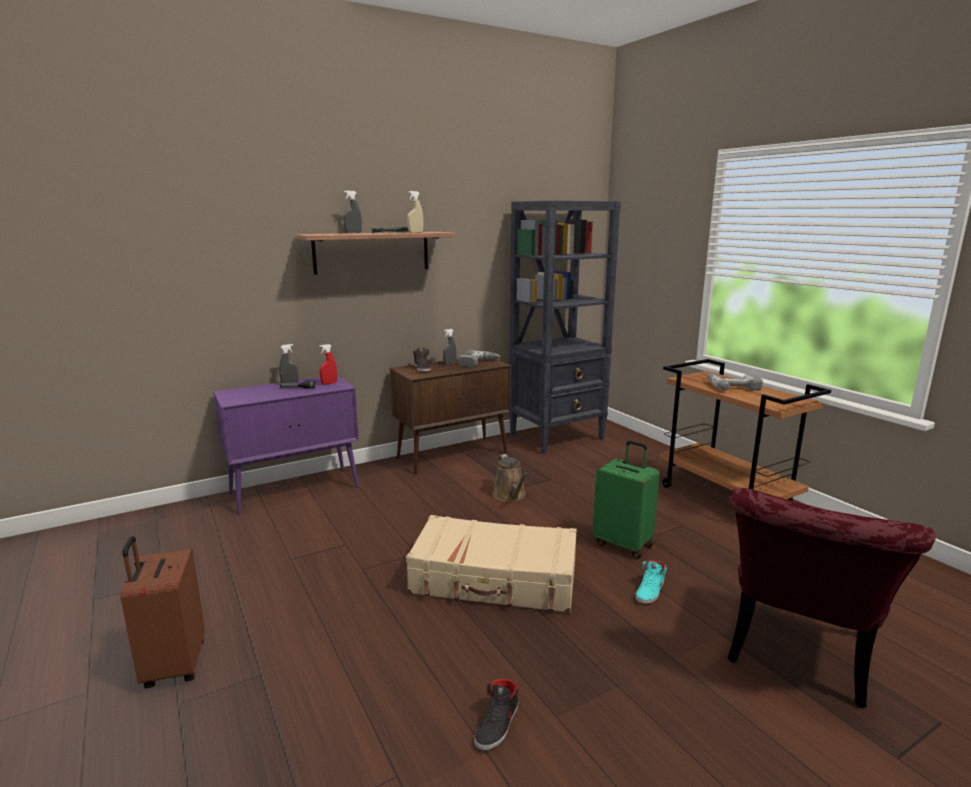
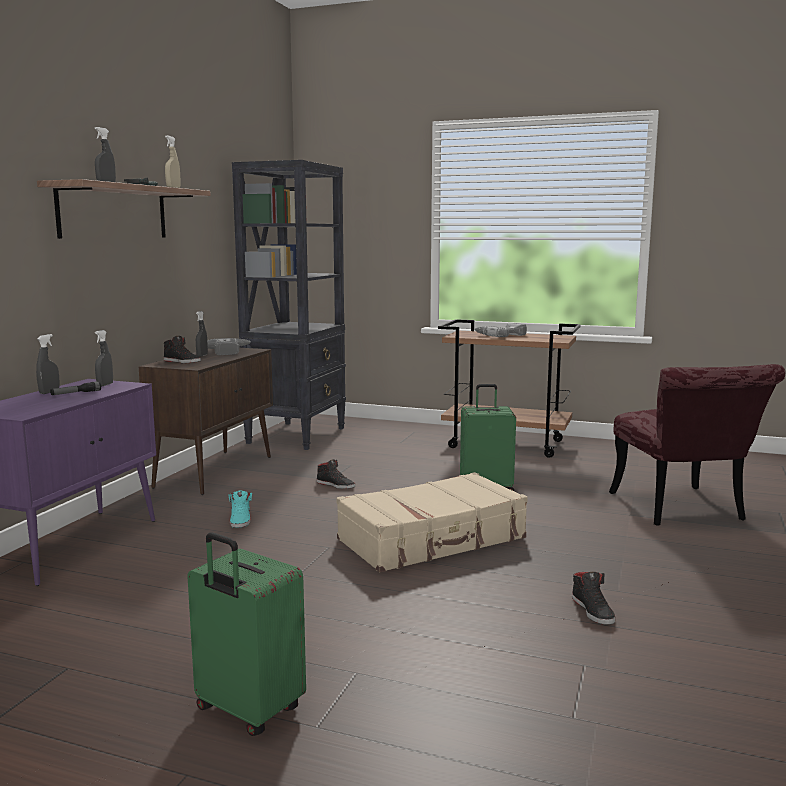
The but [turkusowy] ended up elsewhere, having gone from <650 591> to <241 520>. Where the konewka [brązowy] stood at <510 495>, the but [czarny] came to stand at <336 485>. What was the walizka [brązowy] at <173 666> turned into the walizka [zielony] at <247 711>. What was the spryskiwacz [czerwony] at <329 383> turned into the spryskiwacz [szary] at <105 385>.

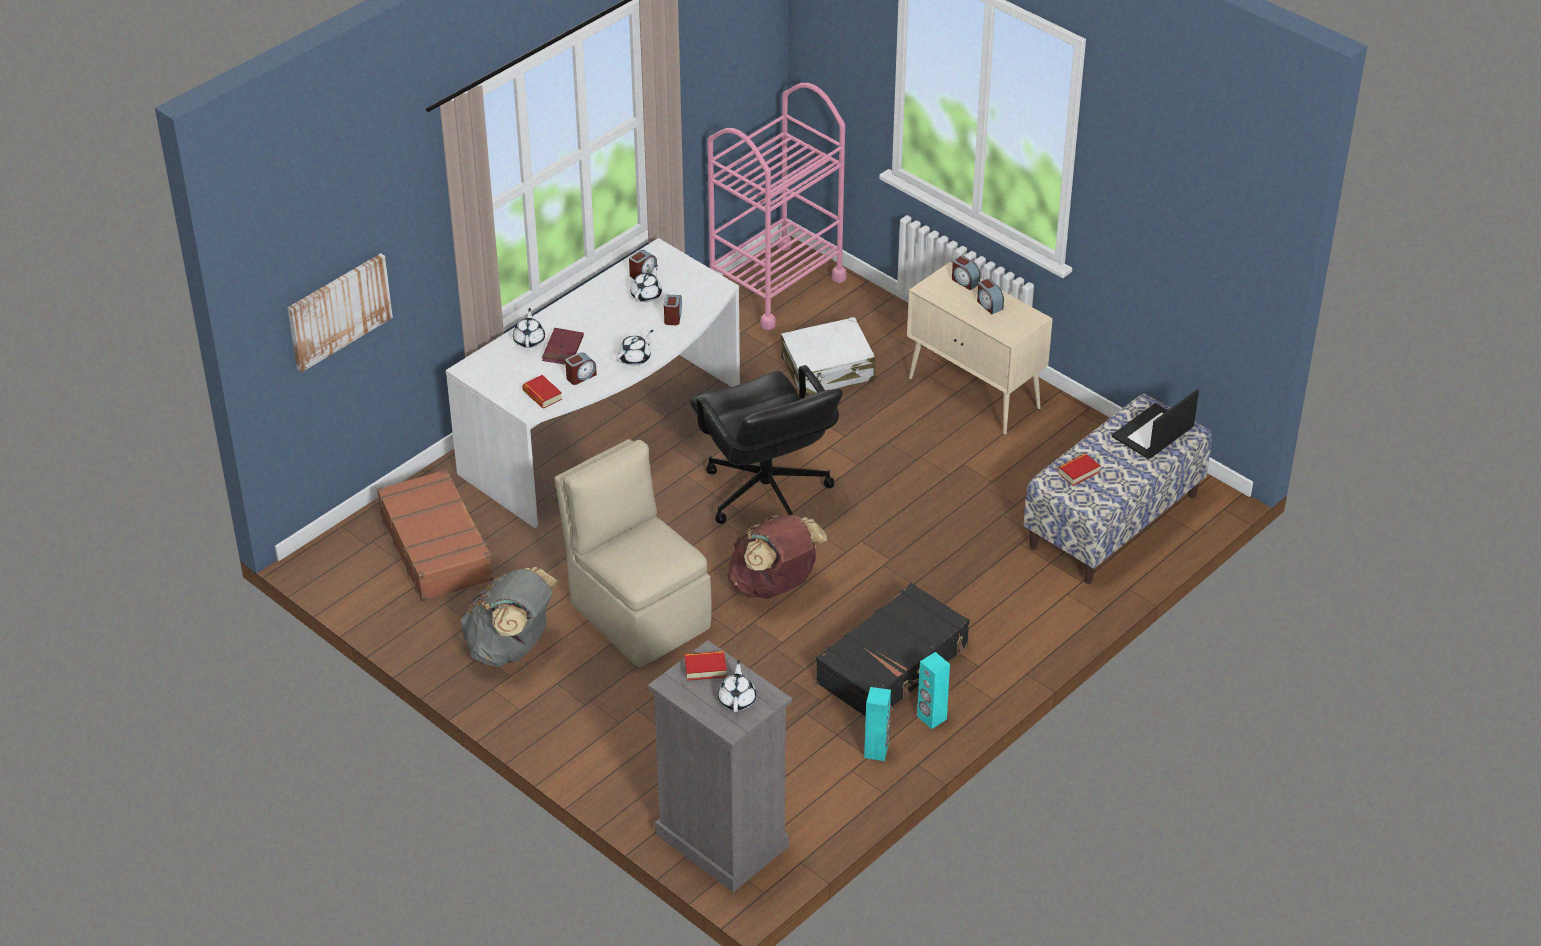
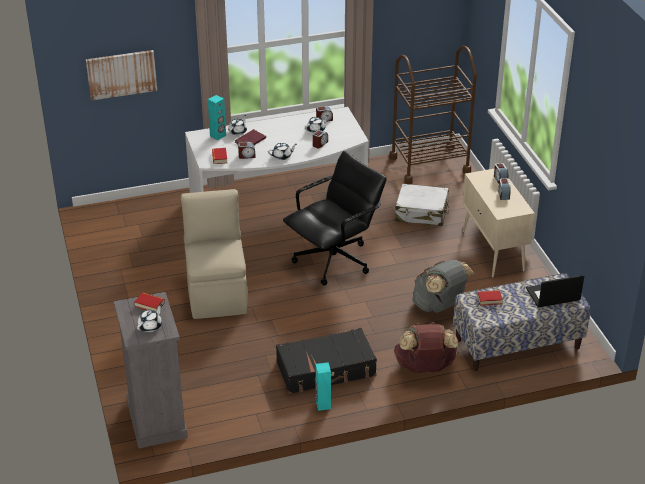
The second view lost the walizka [brązowy] at <437 547>. The plecak [szary] ended up elsewhere, having gone from <511 647> to <439 306>. The plecak [brązowy] ended up elsewhere, having gone from <774 586> to <424 367>. The głośnik [turkusowy] ended up elsewhere, having gone from <876 751> to <218 136>. What was the wózek [różowy] at <775 285> turned into the wózek [brązowy] at <429 164>. The krzesło biurowe [czarny] at <766 494> ended up facing another way, 135 degrees counterclockwise from before.

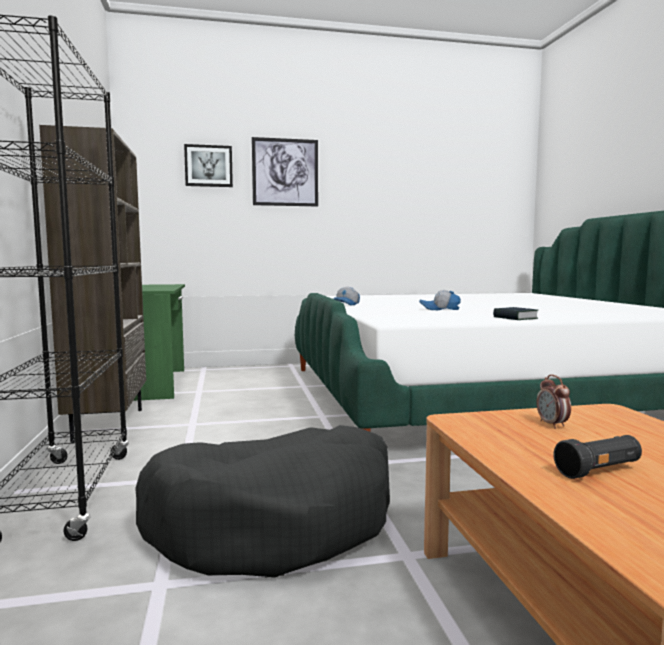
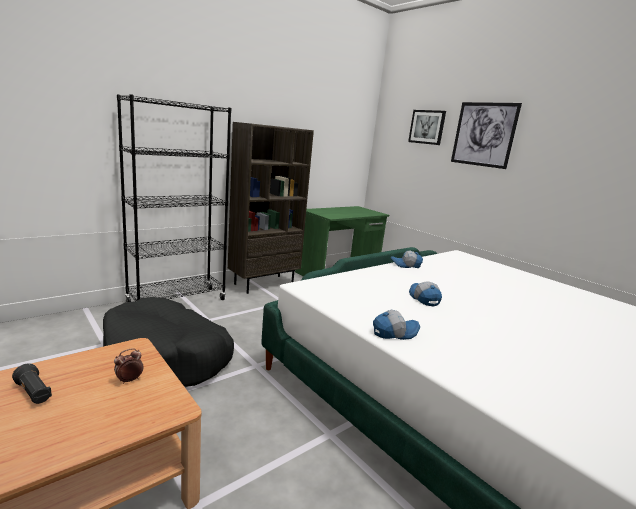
Where the książka stood at <515 318>, the czapka z daszkiem came to stand at <394 332>.

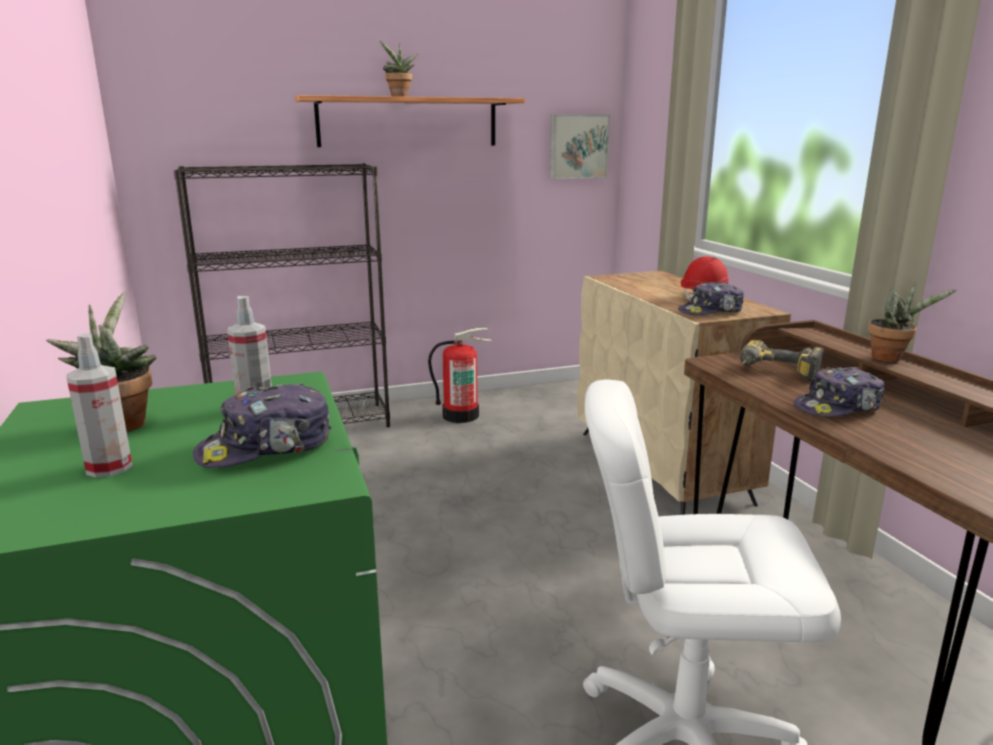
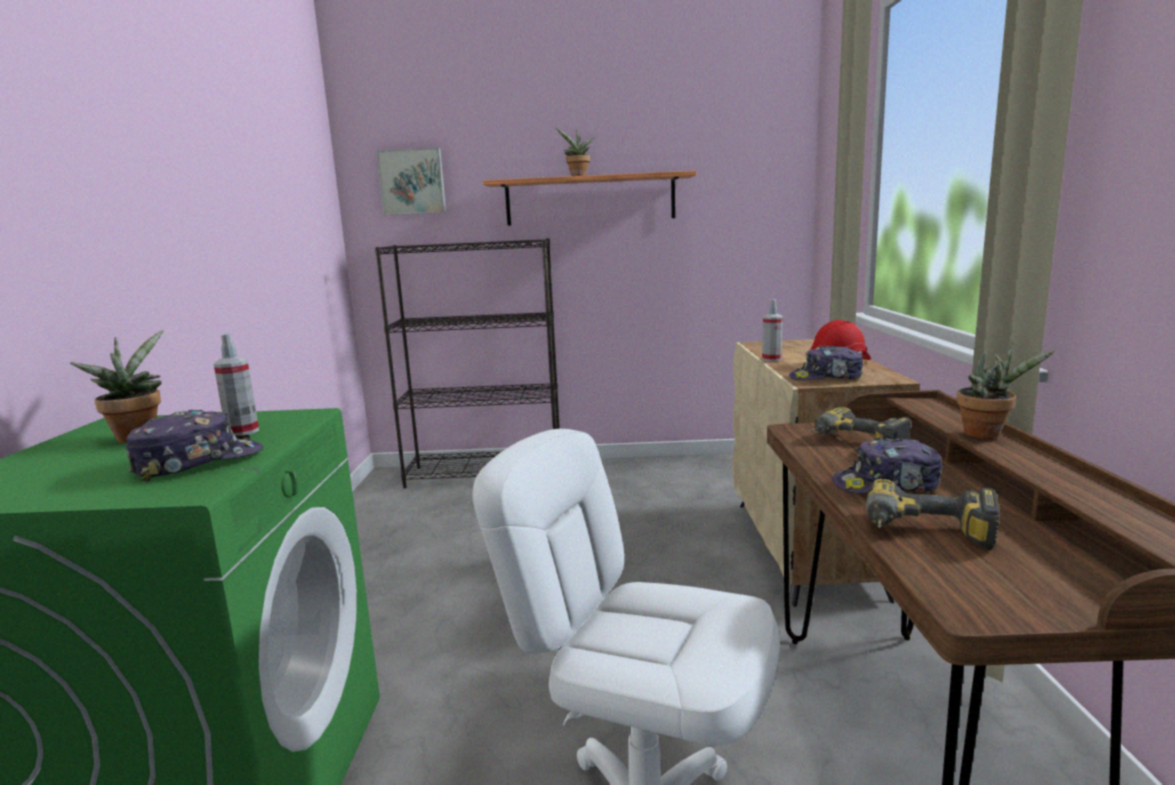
The second view lost the gaśnica at <460 415>. The second view gained the wiertarka at <926 535>. The spryskiwacz ended up elsewhere, having gone from <109 467> to <771 359>. The obraz ended up elsewhere, having gone from <578 146> to <412 182>. The czapka z daszkiem at <266 447> ended up facing another way, 150 degrees clockwise from before.

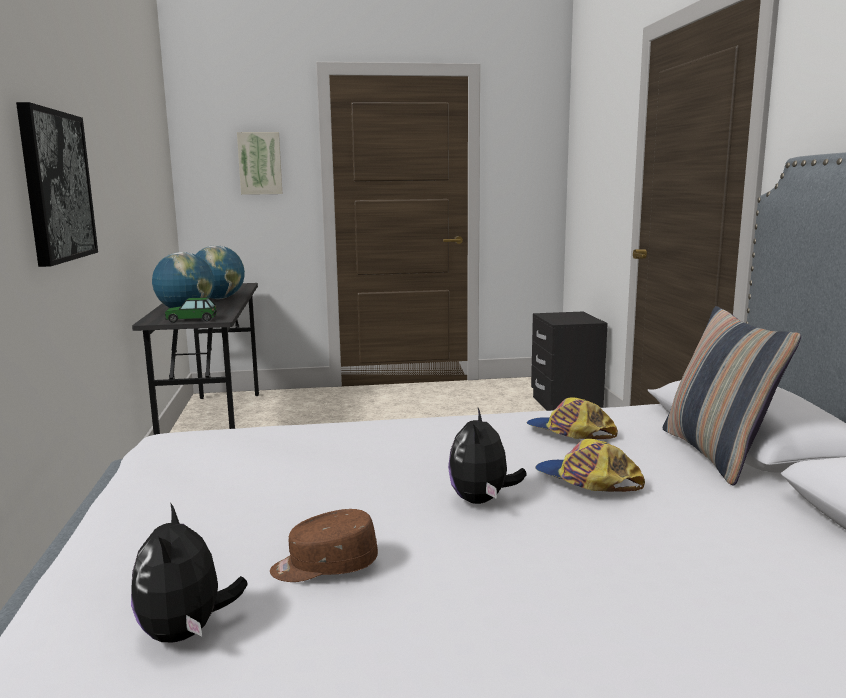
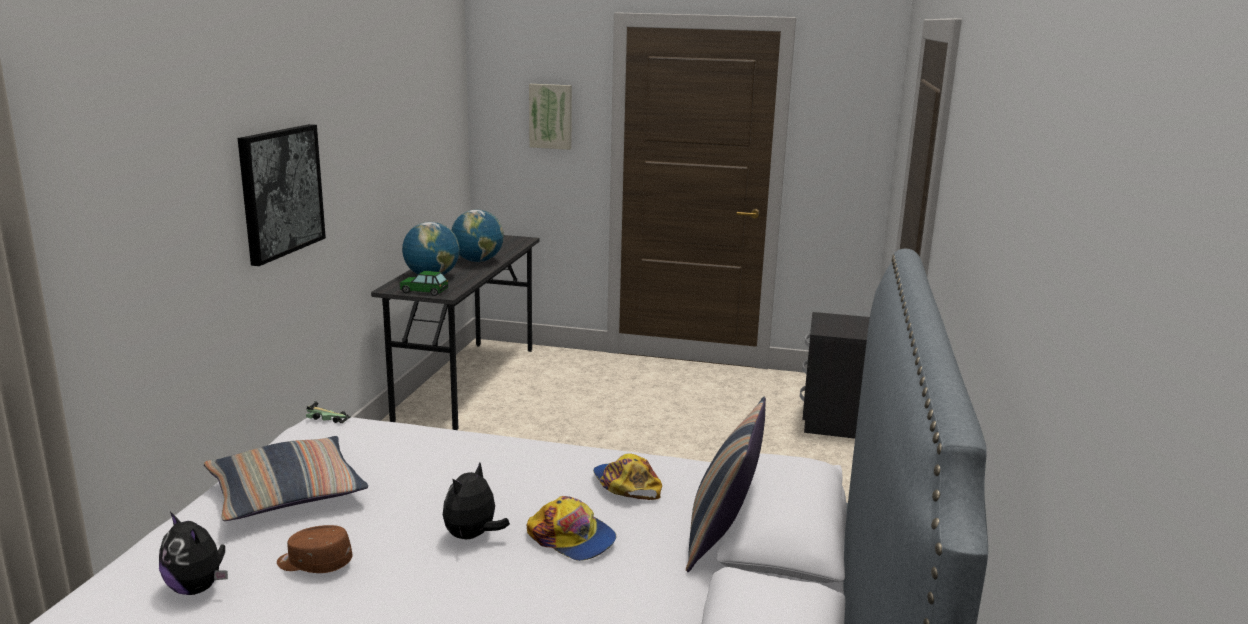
The second view gained the poduszka at <286 493>. The second view gained the samochodzik at <326 417>. The pluszak at <187 632> ended up facing another way, 60 degrees counterclockwise from before. The czapka z daszkiem at <586 481> ended up facing another way, 150 degrees clockwise from before.

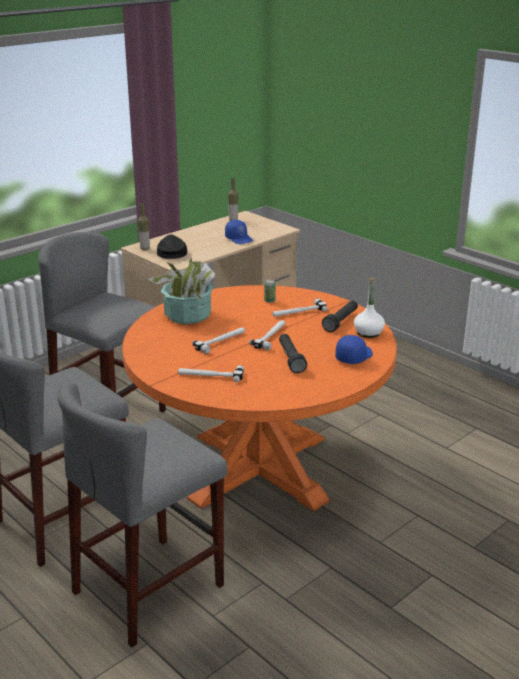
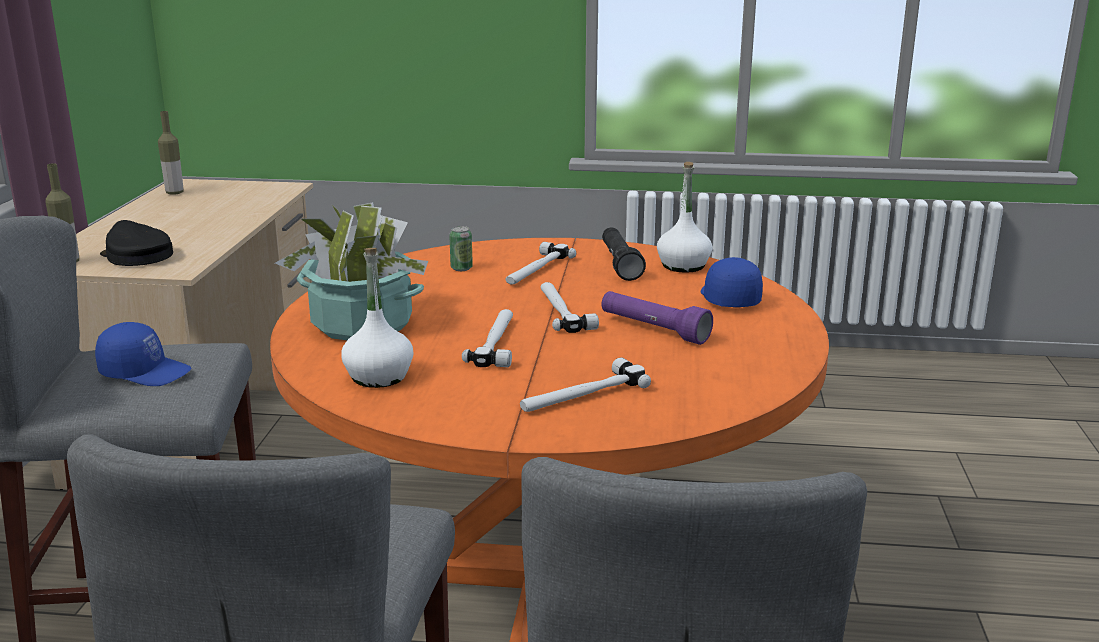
The second view gained the butelka [biały] at <378 376>. The czapka z daszkiem [niebieski] ended up elsewhere, having gone from <239 239> to <146 372>. What was the latarka [czarny] at <291 359> turned into the latarka [fioletowy] at <653 330>.

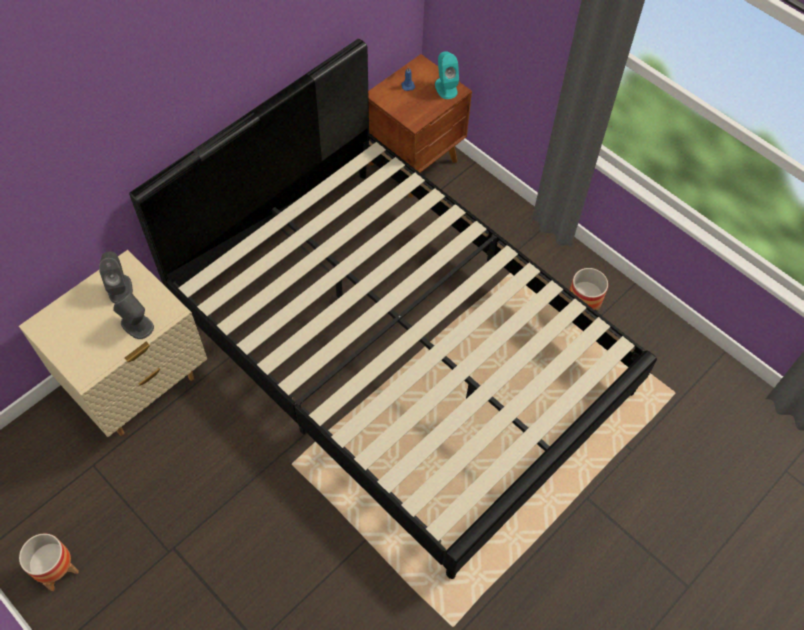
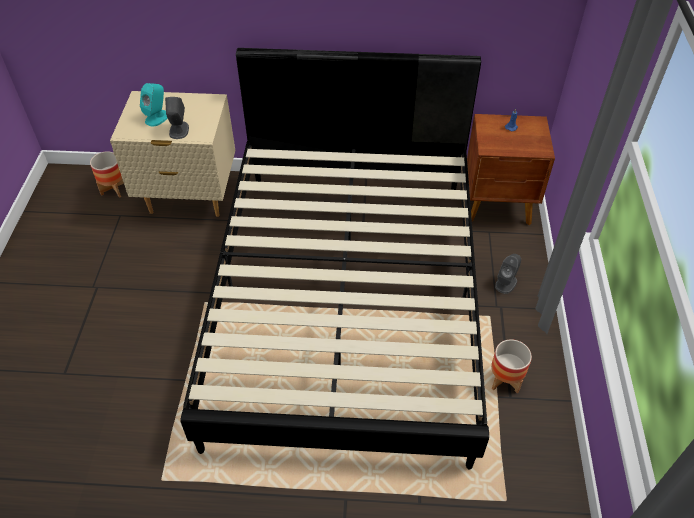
The donica ended up elsewhere, having gone from <58 570> to <114 189>. The głośnik [szary] ended up elsewhere, having gone from <120 288> to <506 283>. The głośnik [turkusowy] ended up elsewhere, having gone from <446 88> to <157 118>.

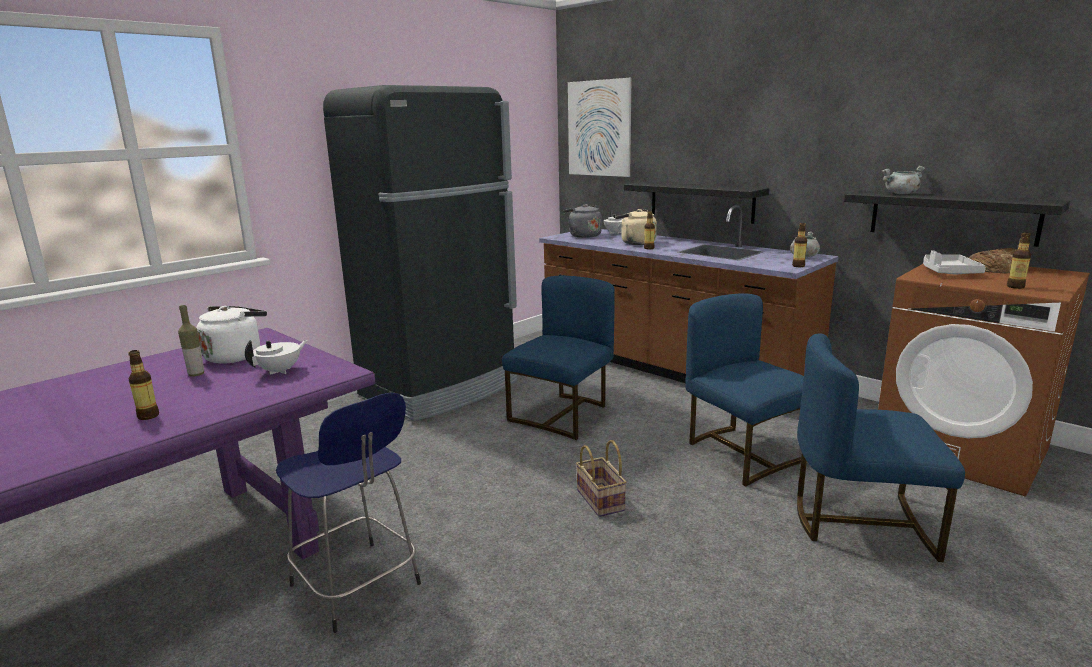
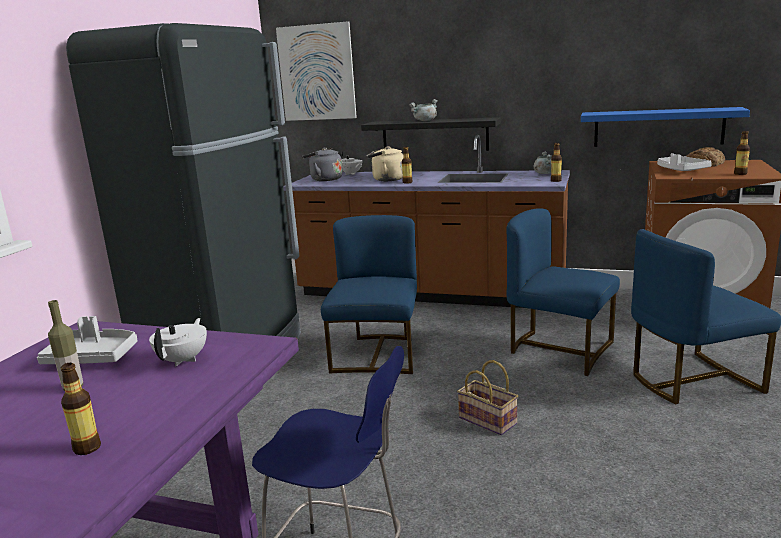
The garnek [szary] ended up elsewhere, having gone from <901 194> to <425 121>. Where the czajnik [biały] stood at <235 356>, the taca [szary] came to stand at <93 357>. What was the półka [czarny] at <952 217> turned into the półka [niebieski] at <658 127>.

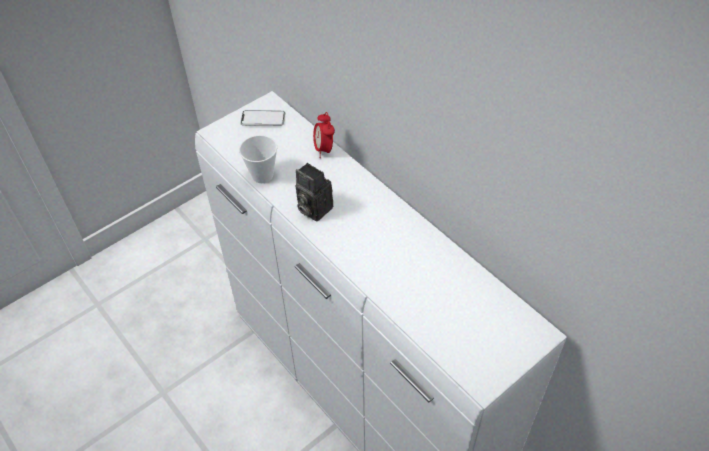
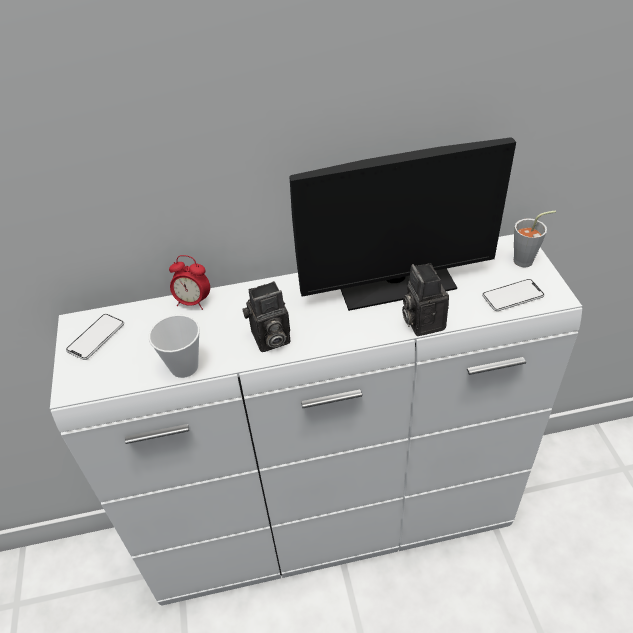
The second view gained the monitor at <395 283>. The second view gained the aparat fotograficzny at <421 321>. The second view gained the telefon at <512 296>. The second view gained the filiżanka [szary] at <527 260>.

